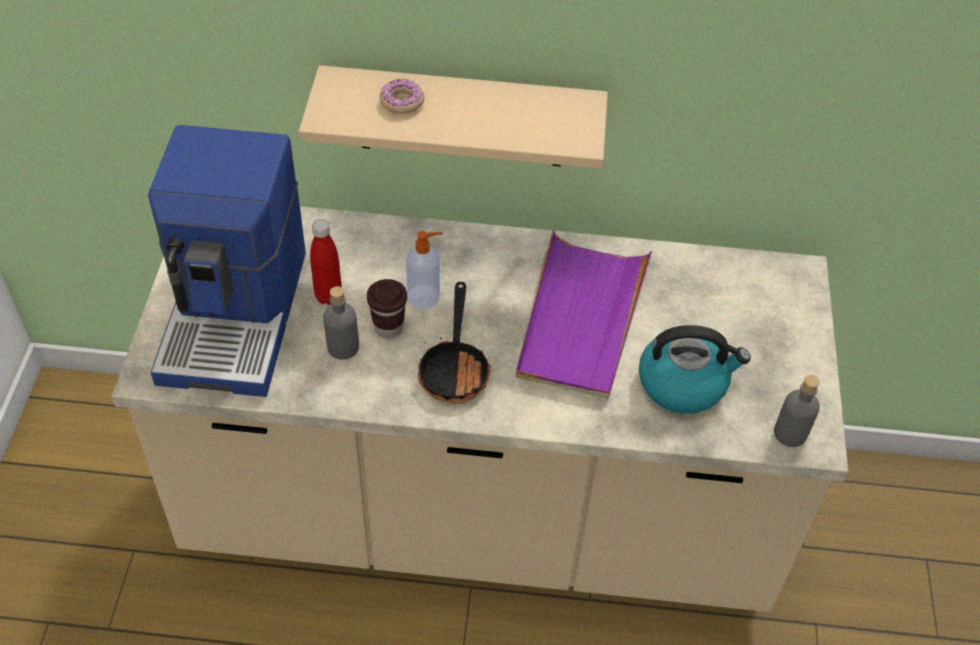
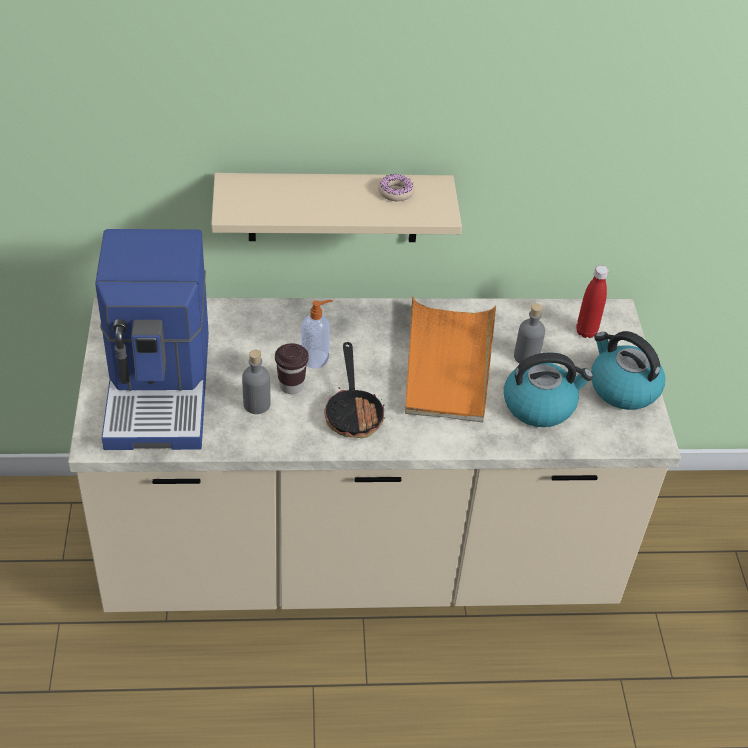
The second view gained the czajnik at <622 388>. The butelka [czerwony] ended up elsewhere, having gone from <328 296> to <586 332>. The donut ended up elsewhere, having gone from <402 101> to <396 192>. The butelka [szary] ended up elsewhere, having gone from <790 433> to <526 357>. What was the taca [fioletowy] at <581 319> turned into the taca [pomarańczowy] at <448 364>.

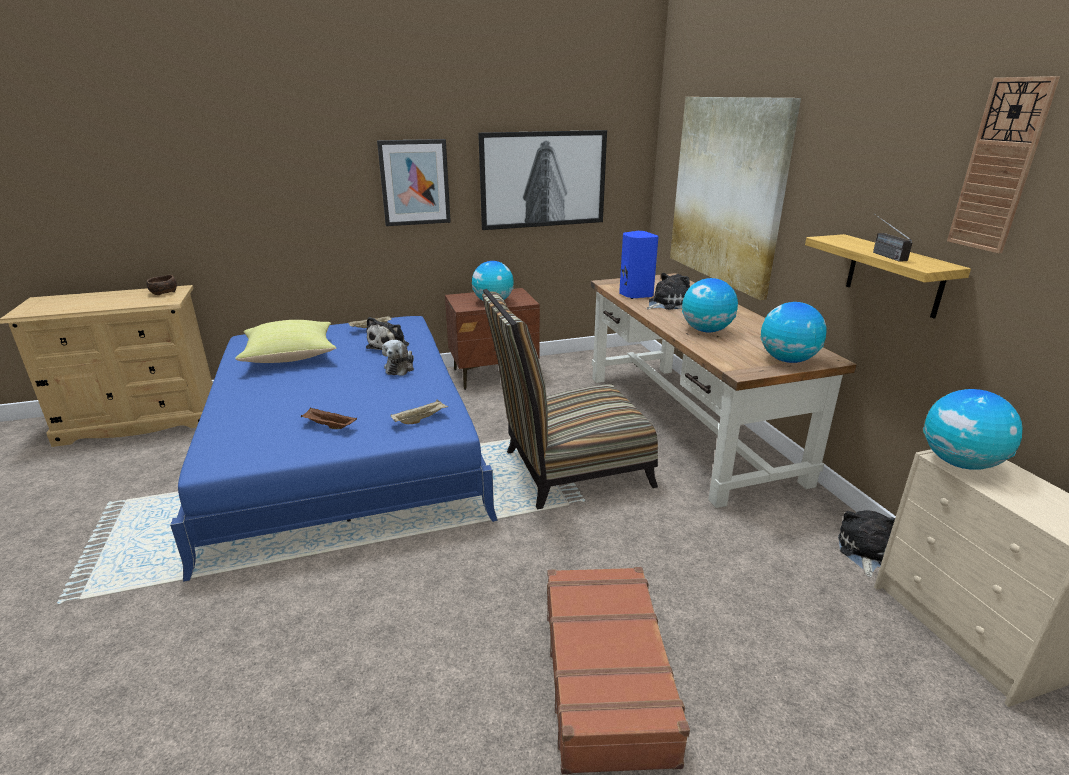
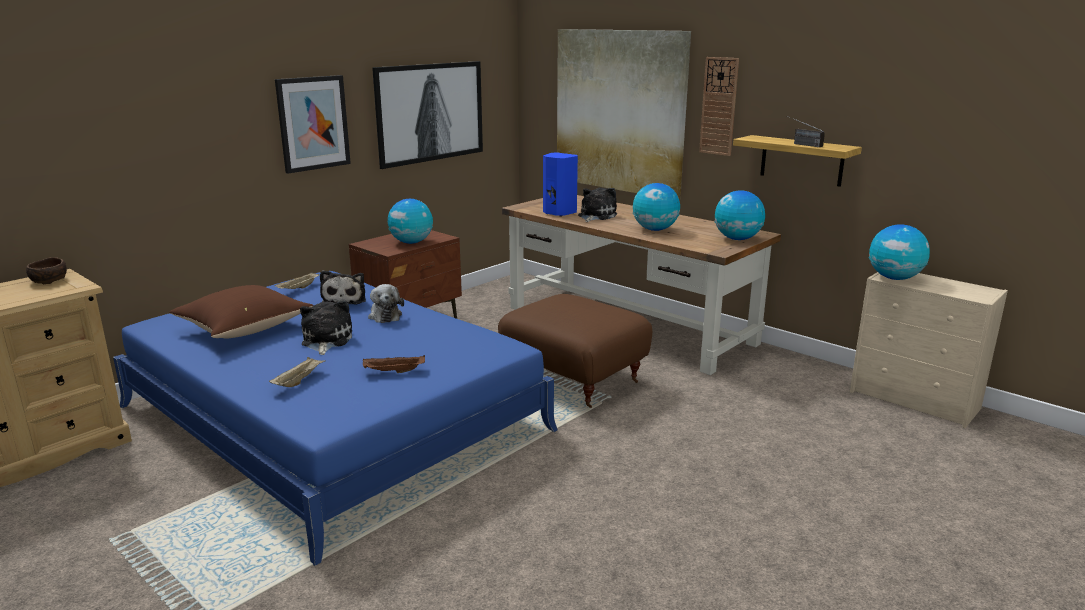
The second view lost the walizka [brązowy] at <607 675>. The taca [beżowy] ended up elsewhere, having gone from <420 420> to <299 381>. The pluszak ended up elsewhere, having gone from <865 551> to <326 340>. The zegar ścienny ended up elsewhere, having gone from <999 166> to <719 106>. Where the krzesło stood at <568 470>, the pufa [brązowy] came to stand at <572 380>. What was the poduszka [żółty] at <291 356> turned into the poduszka [brązowy] at <245 329>.

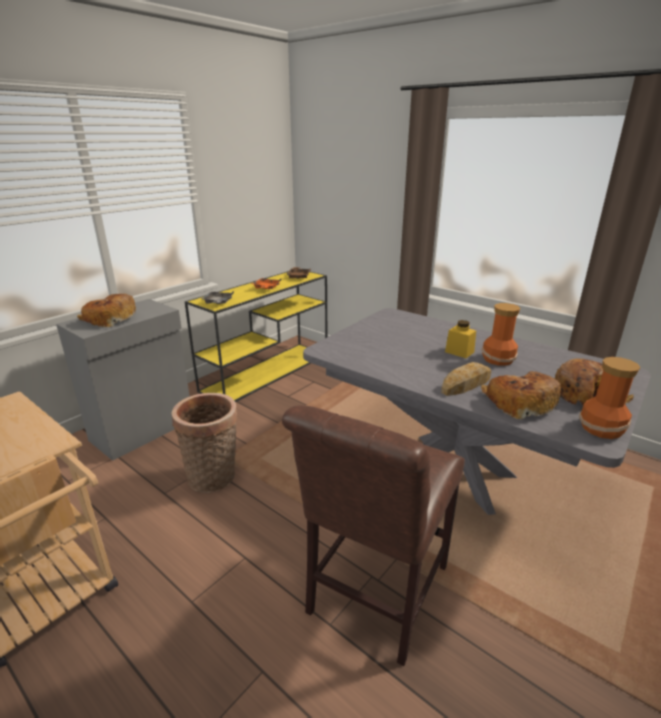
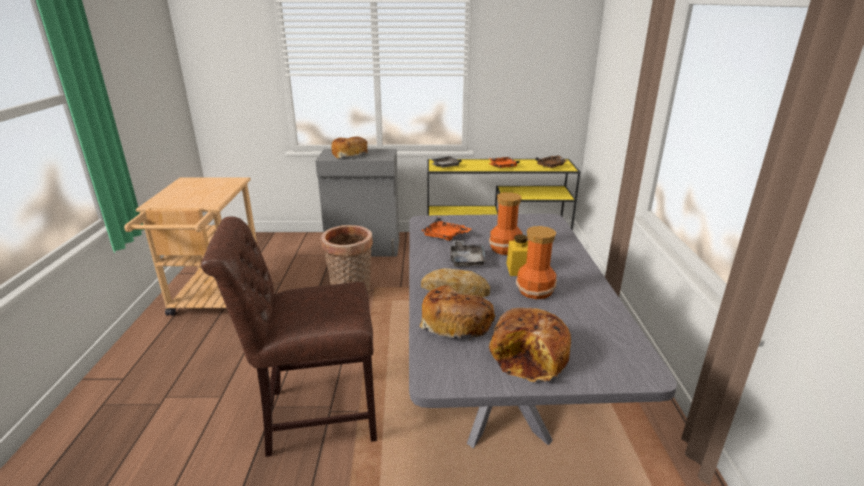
The second view gained the taca [pomarańczowy] at <445 236>. The second view gained the taca [szary] at <466 260>. The wazon ended up elsewhere, having gone from <602 429> to <505 249>.

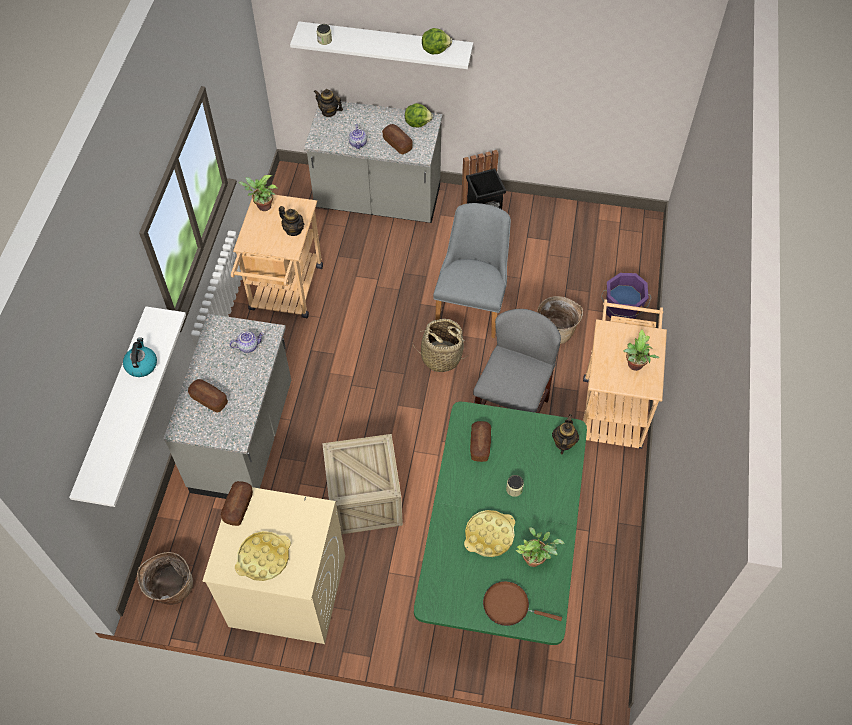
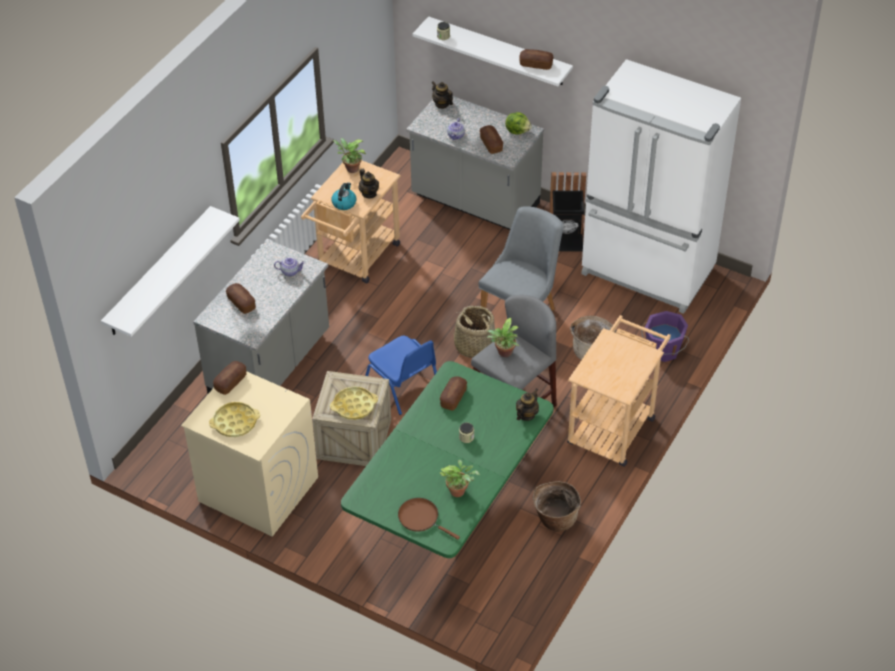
The second view gained the krzesło [niebieski] at <403 387>. The second view gained the lodówka [biały] at <647 272>. The czajnik ended up elsewhere, having gone from <141 365> to <344 203>. The koszyk ended up elsewhere, having gone from <171 588> to <555 519>. The taca [żółty] ended up elsewhere, having gone from <489 535> to <354 406>. The roślina doniczkowa ended up elsewhere, having gone from <634 366> to <504 353>. Where the sałata stood at <435 50>, the chleb came to stand at <536 64>.

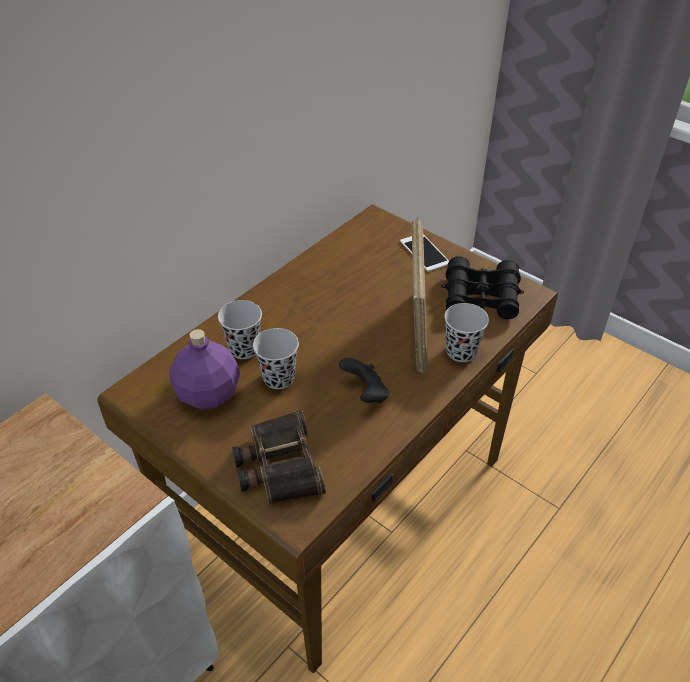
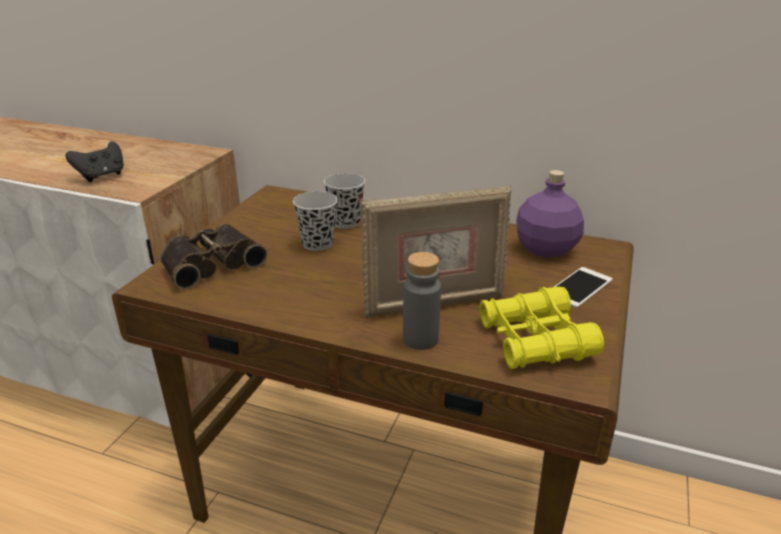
The butelka [fioletowy] ended up elsewhere, having gone from <209 393> to <546 249>. The pad do gier [czarny] ended up elsewhere, having gone from <365 393> to <101 176>. Where the filiżanka [czarny] stood at <461 352>, the butelka [szary] came to stand at <420 339>. What was the lornetka [czarny] at <481 297> turned into the lornetka [żółty] at <535 340>.

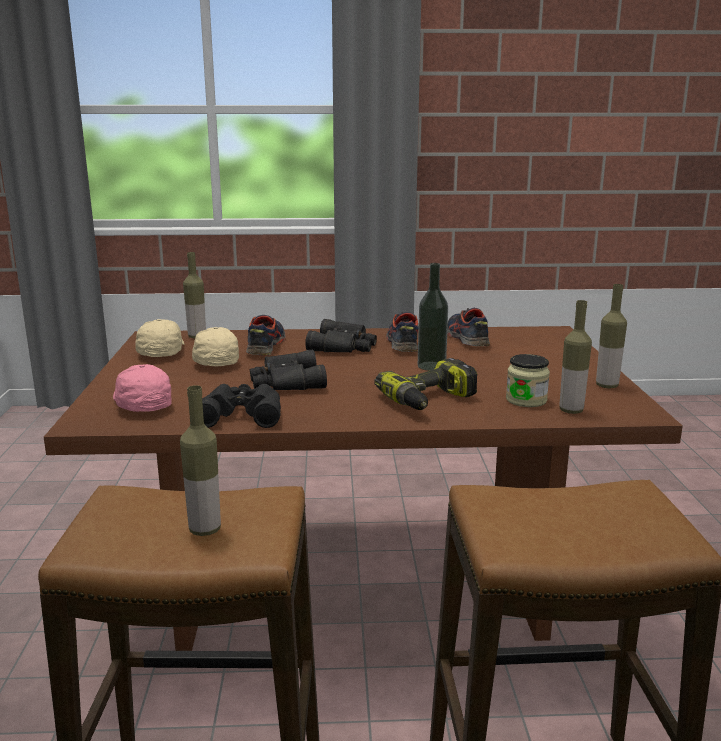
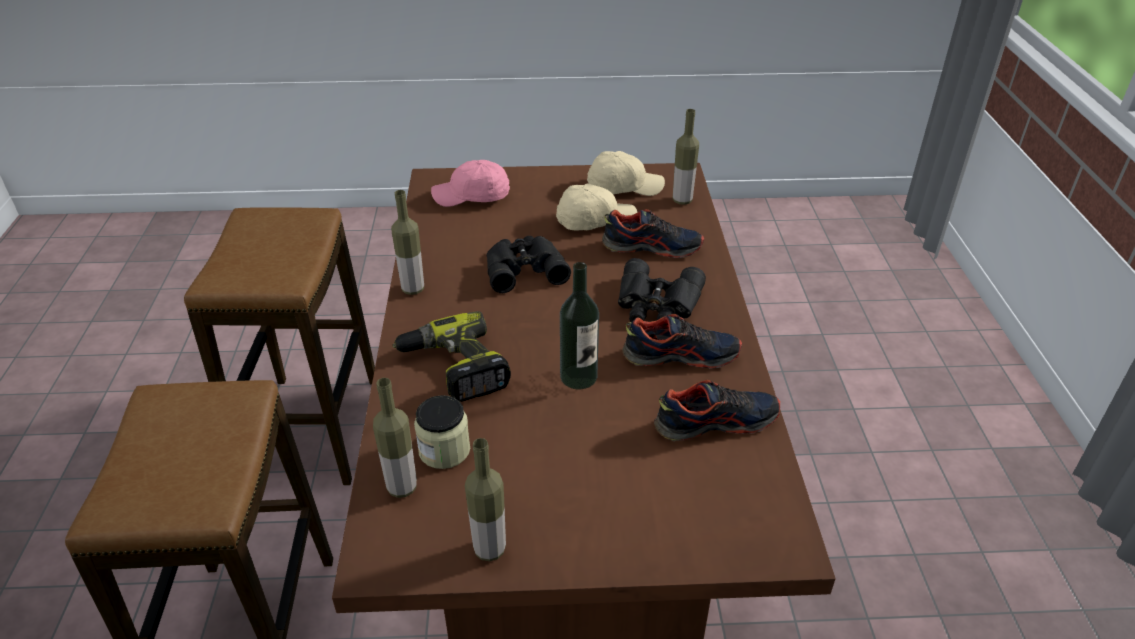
The second view lost the lornetka [czarny] at <241 413>. The butelka ended up elsewhere, having gone from <205 529> to <413 289>. The czapka z daszkiem [różowy] at <141 404> ended up facing another way, 150 degrees counterclockwise from before.

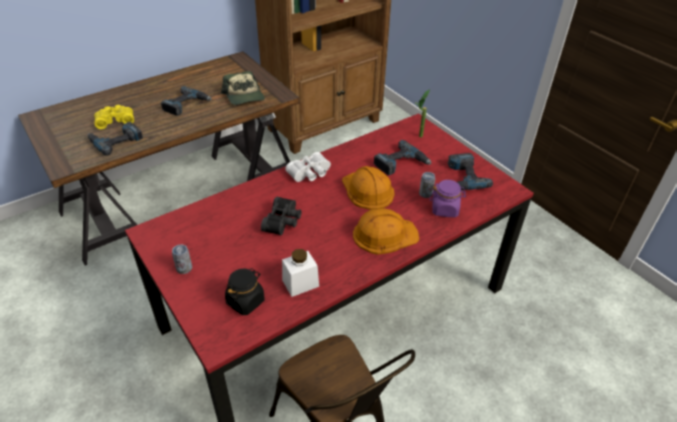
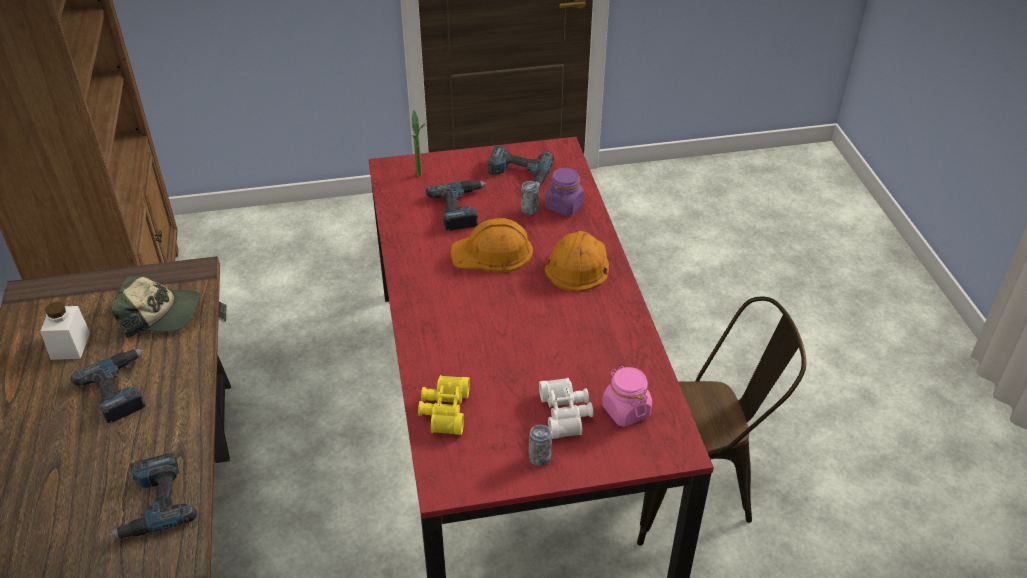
The second view lost the lornetka [czarny] at <283 221>. The lornetka [żółty] ended up elsewhere, having gone from <115 120> to <443 411>. The słoik [biały] ended up elsewhere, having gone from <300 283> to <70 345>. The lornetka [biały] ended up elsewhere, having gone from <310 174> to <567 413>. What was the słoik [czarny] at <245 301> turned into the słoik [różowy] at <626 410>.

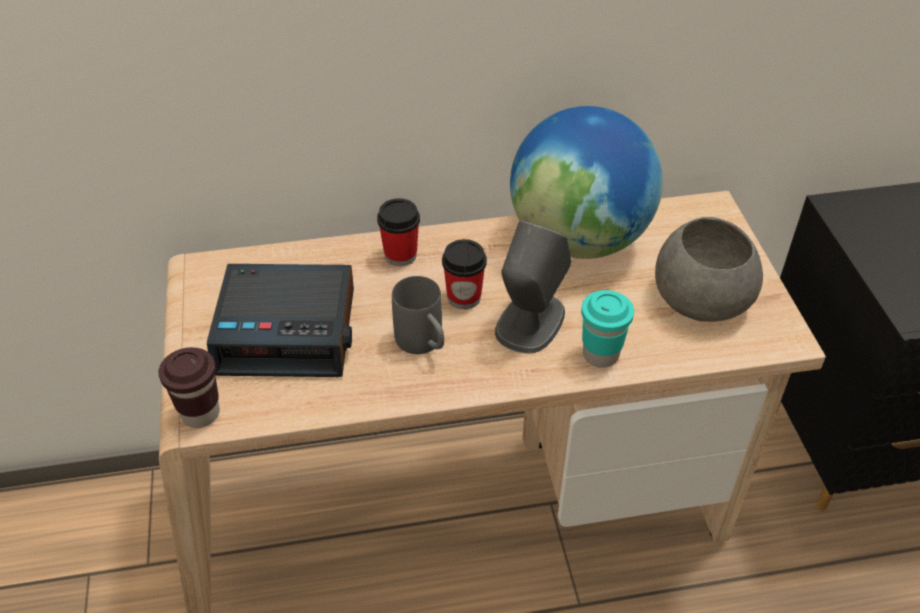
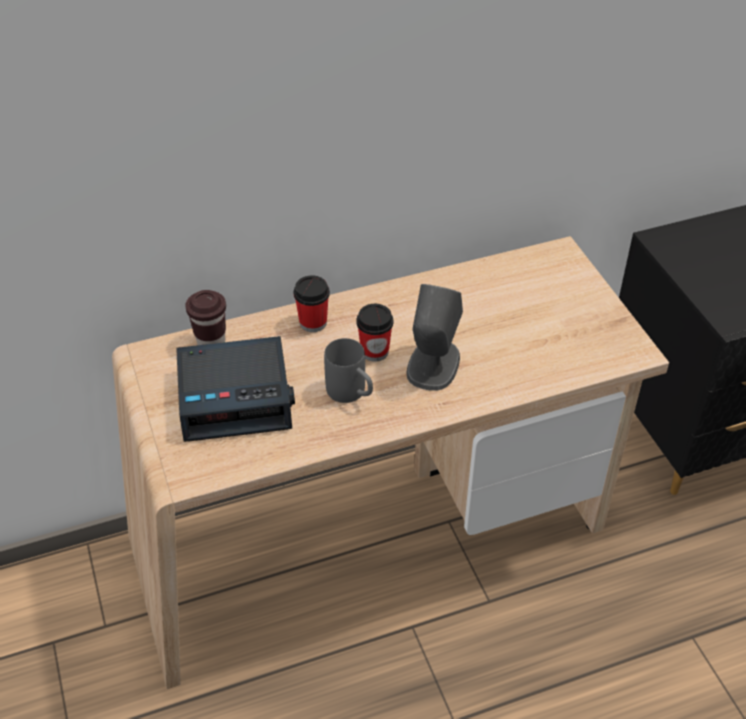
The second view lost the globus at <579 239>. The second view lost the filiżanka [turkusowy] at <600 355>. The second view lost the miska [szary] at <700 297>. The filiżanka [brązowy] ended up elsewhere, having gone from <200 413> to <211 342>.

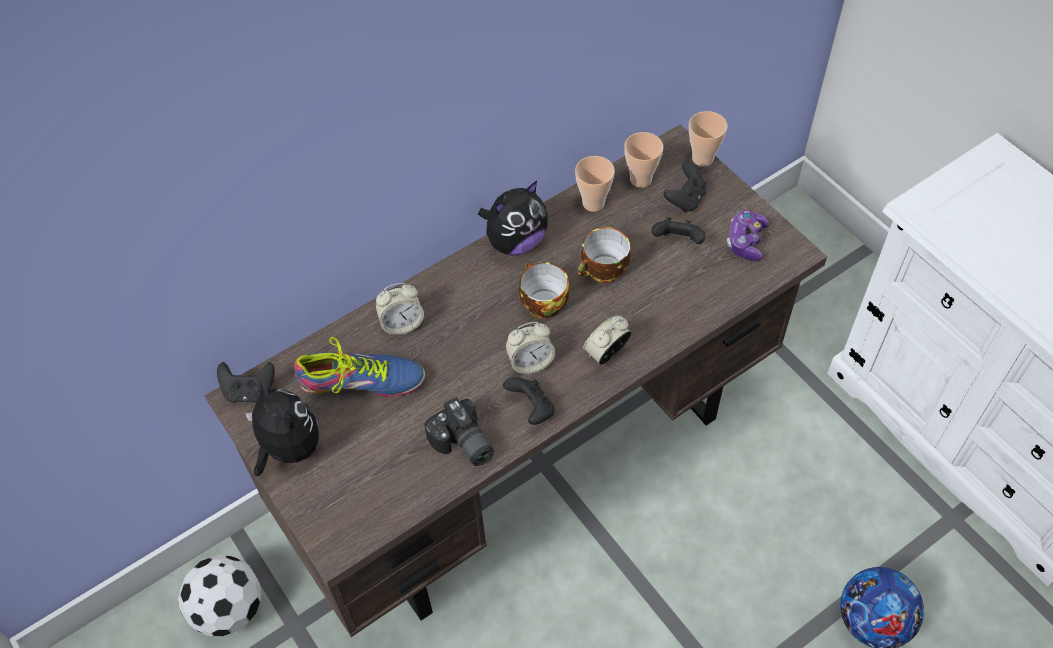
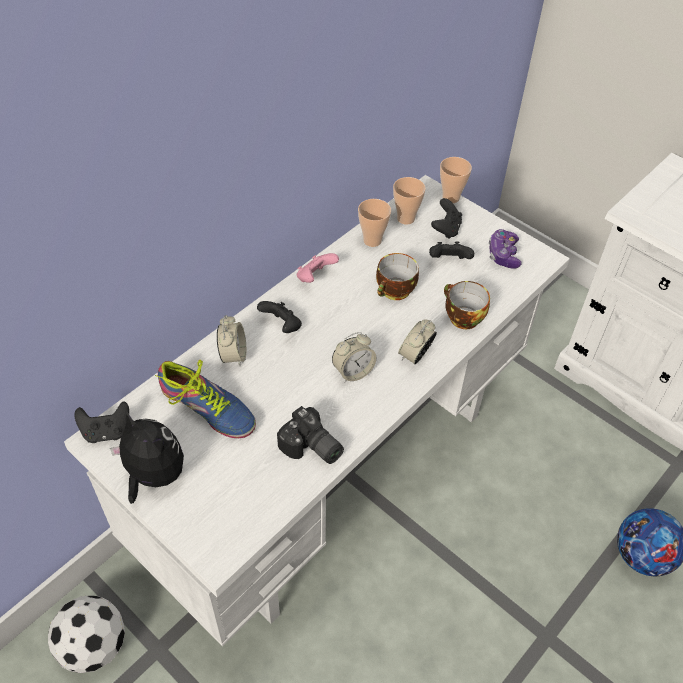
The pad do gier [czarny] ended up elsewhere, having gone from <531 409> to <282 326>. The filiżanka ended up elsewhere, having gone from <541 303> to <461 317>. Where the pluszak stood at <515 242>, the pad do gier [różowy] came to stand at <315 277>. What was the biurko [brązowy] at <533 458> turned into the biurko [biały] at <337 470>. The but at <361 380> ended up facing another way, 45 degrees clockwise from before. The budzik at <402 324> ended up facing another way, 60 degrees counterclockwise from before.

